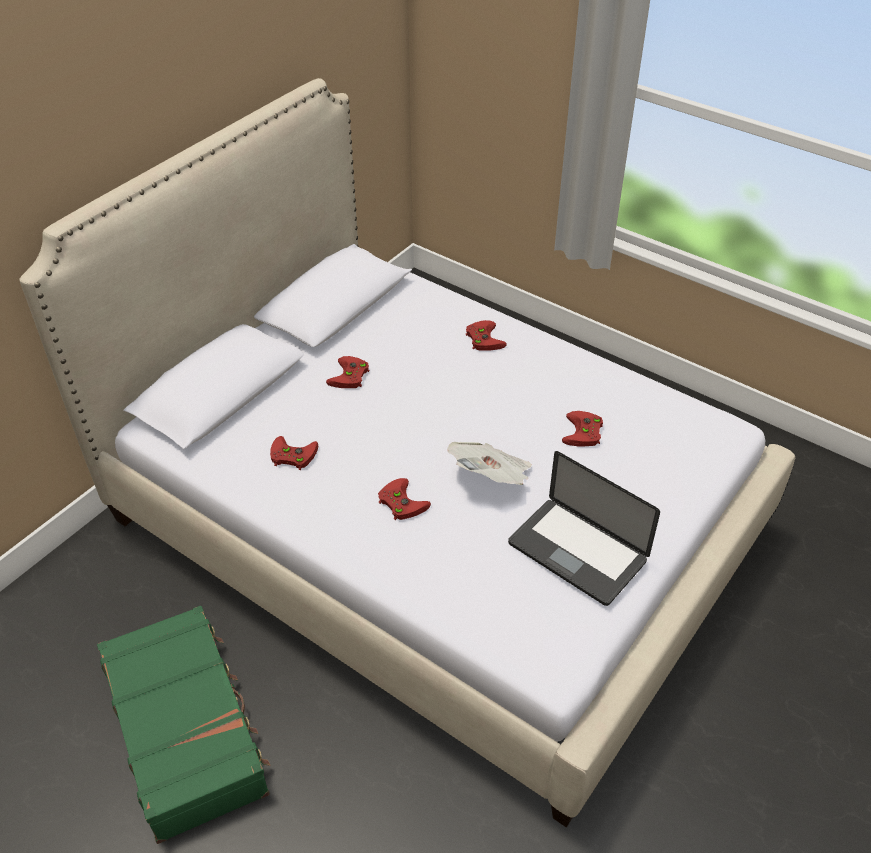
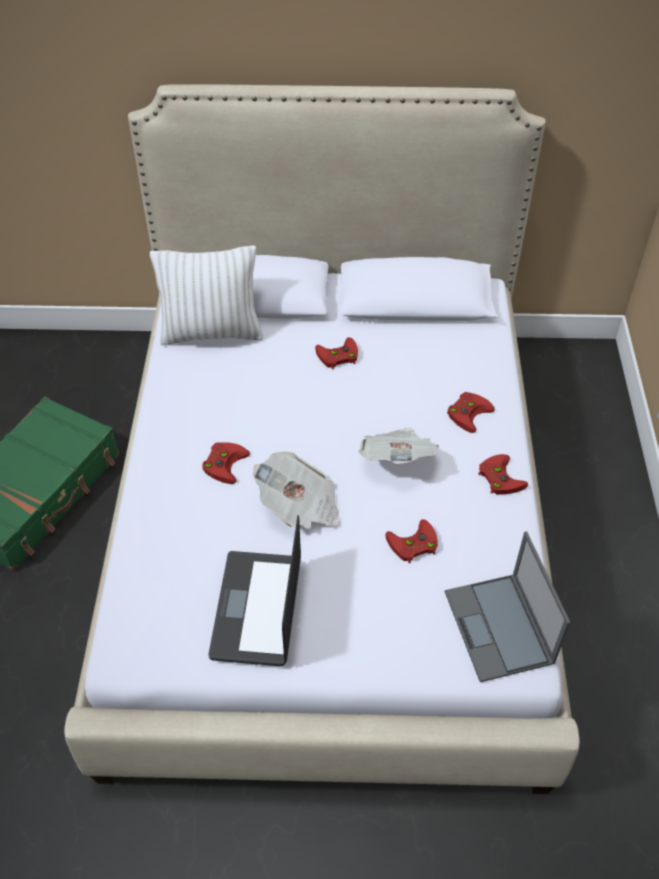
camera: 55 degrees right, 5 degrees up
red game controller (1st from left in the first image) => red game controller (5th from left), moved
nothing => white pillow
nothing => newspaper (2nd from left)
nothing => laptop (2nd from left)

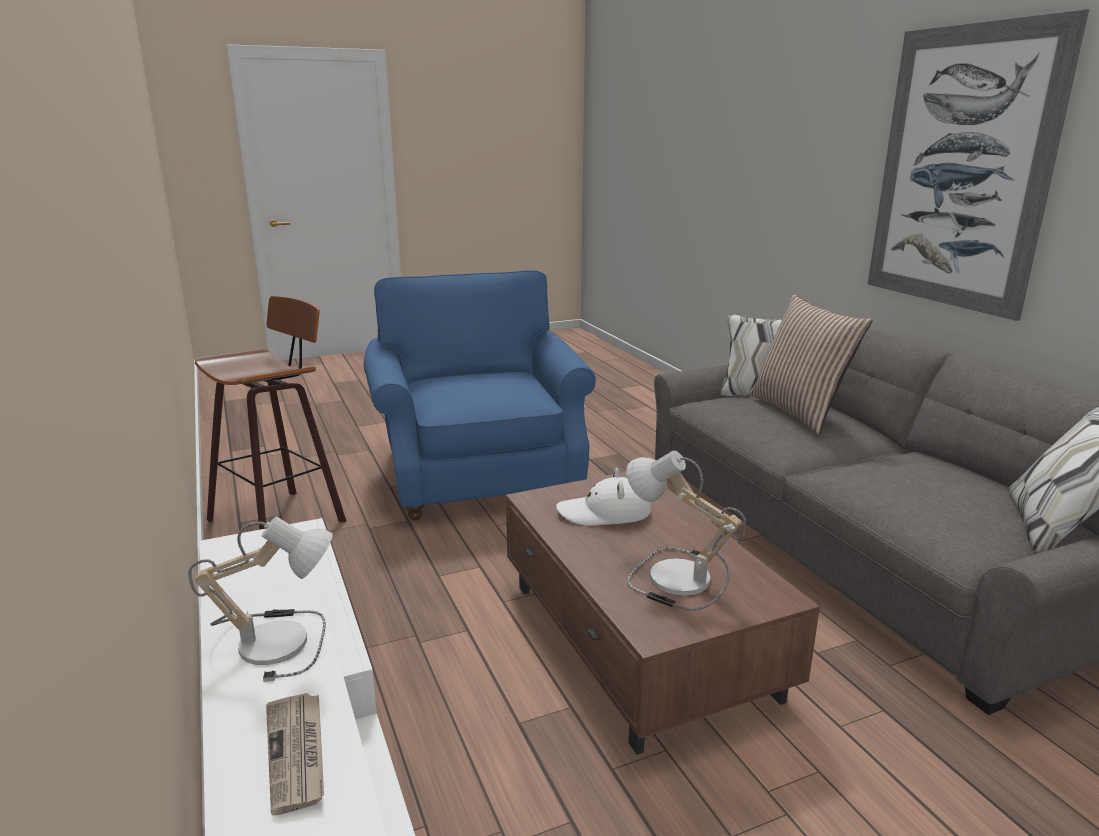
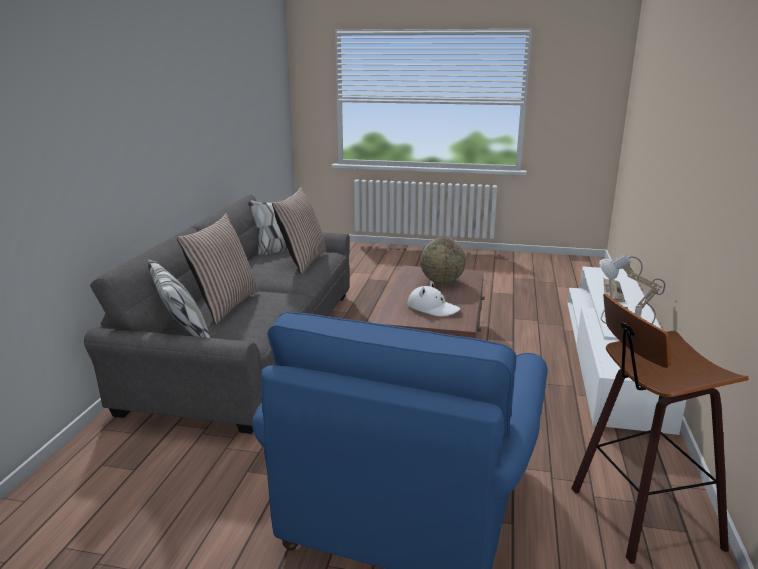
camera: 145 degrees left, 0 degrees up
picture => nothing
table lamp (2nd from left) => globe
nothing => pillow (2nd from left)

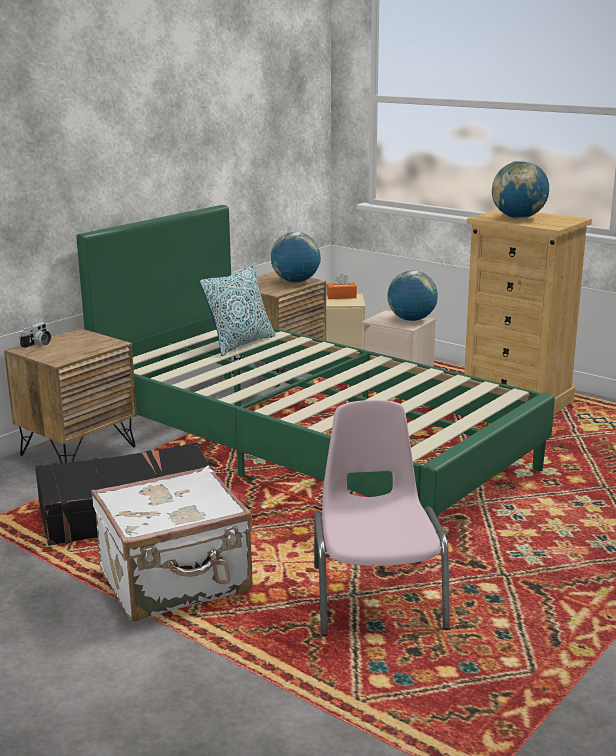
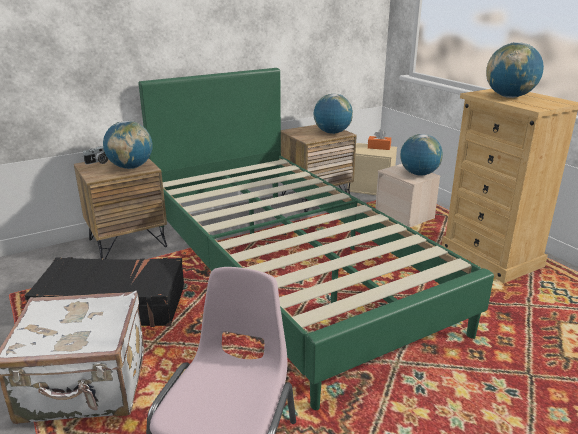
camera: 20 degrees right, 5 degrees up
pillow => nothing
nothing => globe (1st from left)

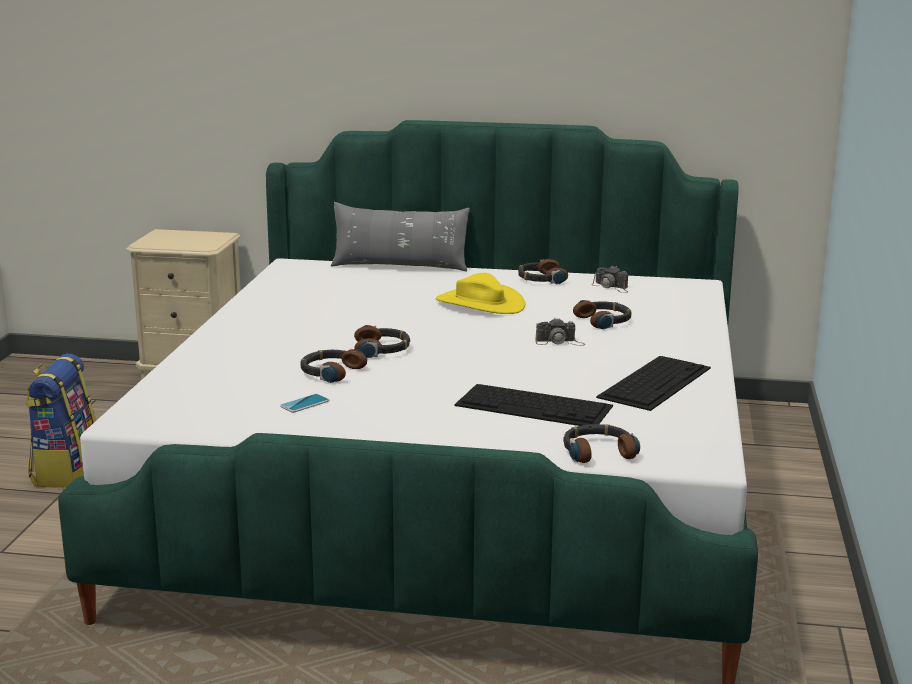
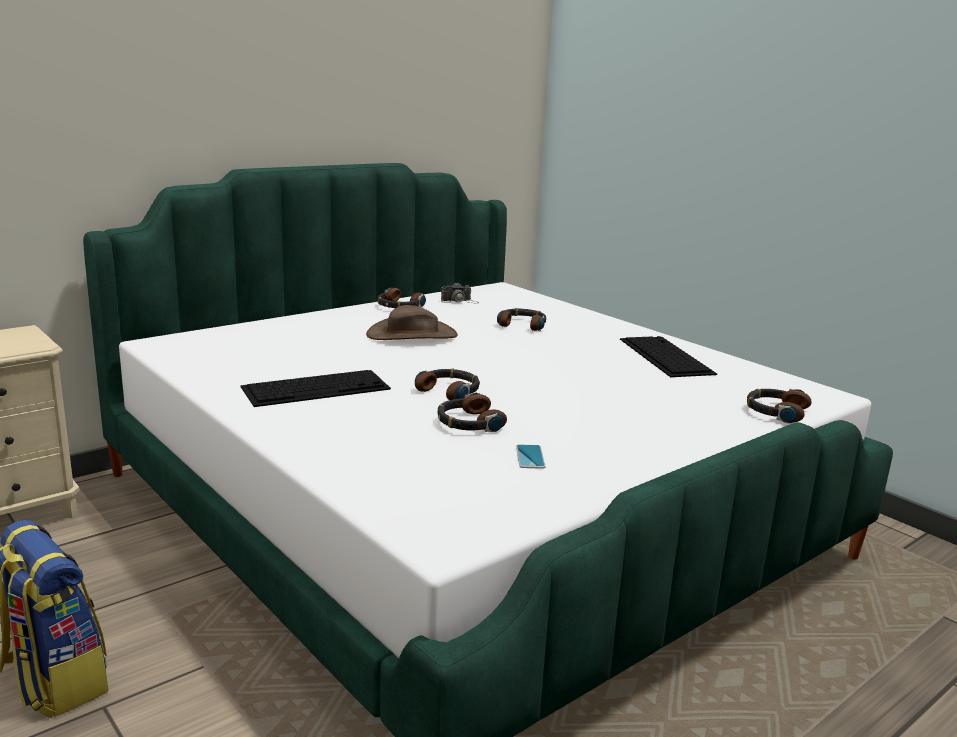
camera: 50 degrees left, 0 degrees up
grey pillow => nothing
yellow hat => brown hat
photo camera (1st from left) => nothing
keyboard (1st from left), moved

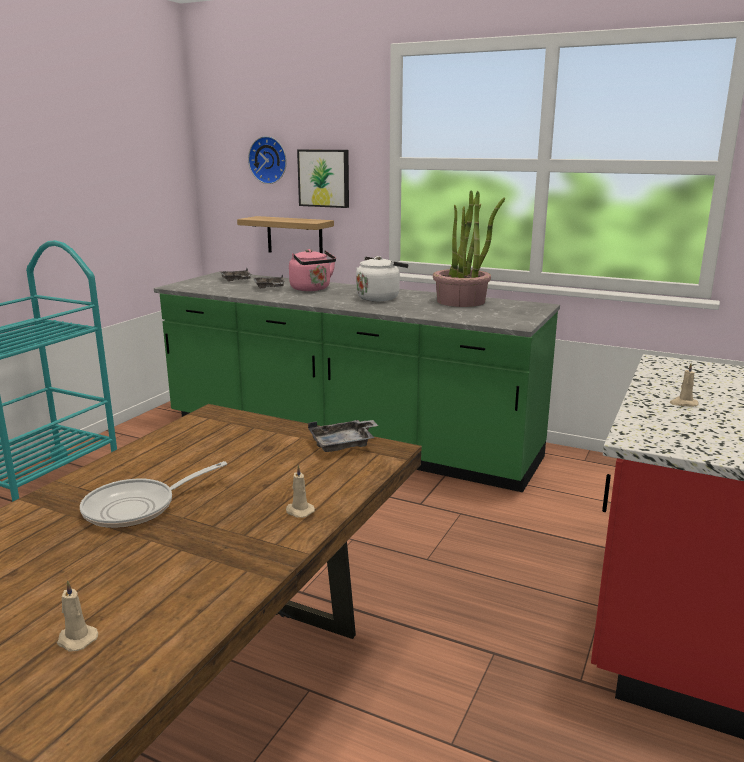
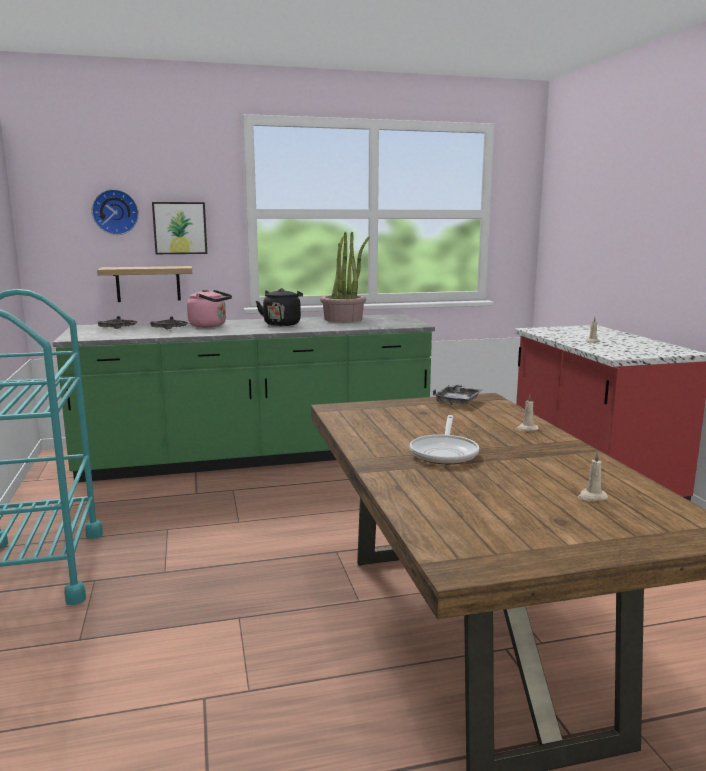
camera: 40 degrees left, 5 degrees down
white kettle => black kettle

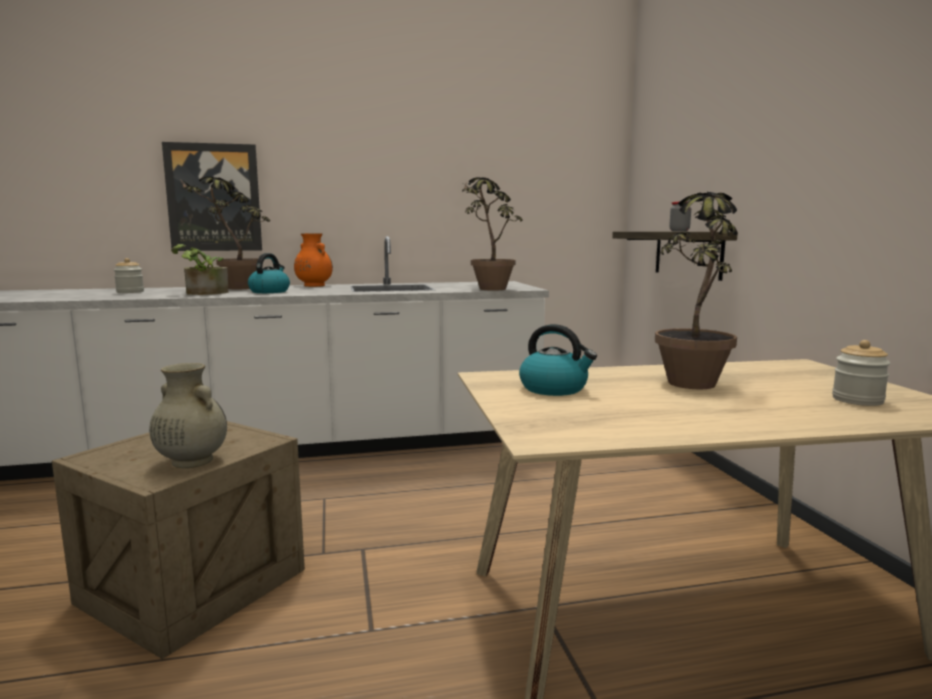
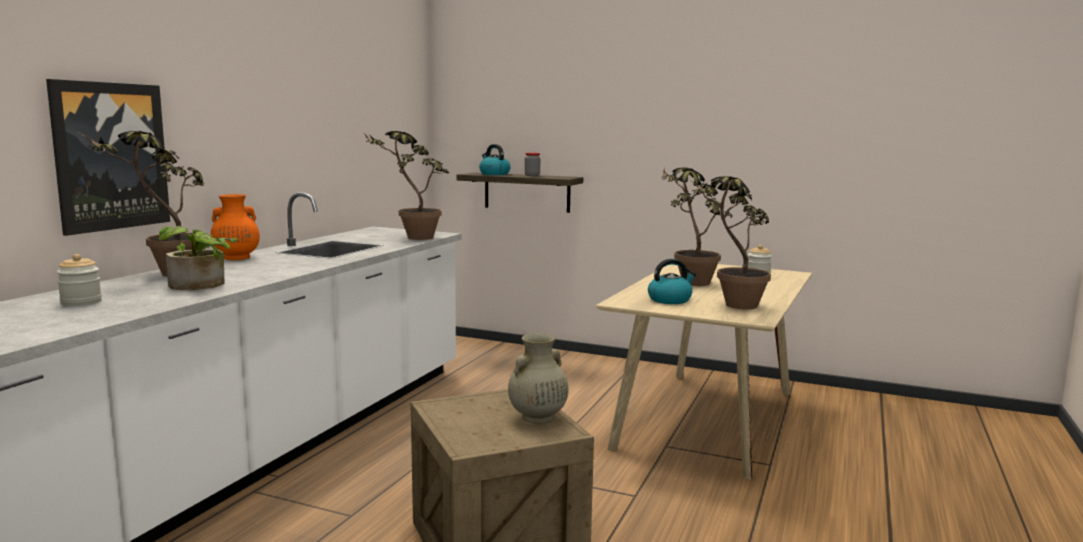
camera: 55 degrees left, 0 degrees up
kettle (1st from left), moved
nothing => potted plant (5th from left)

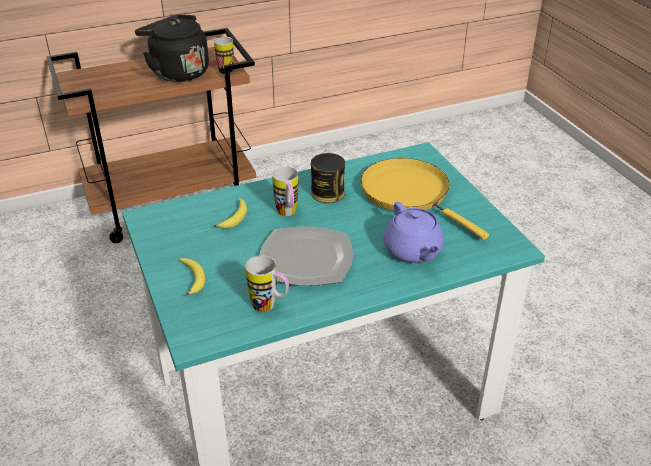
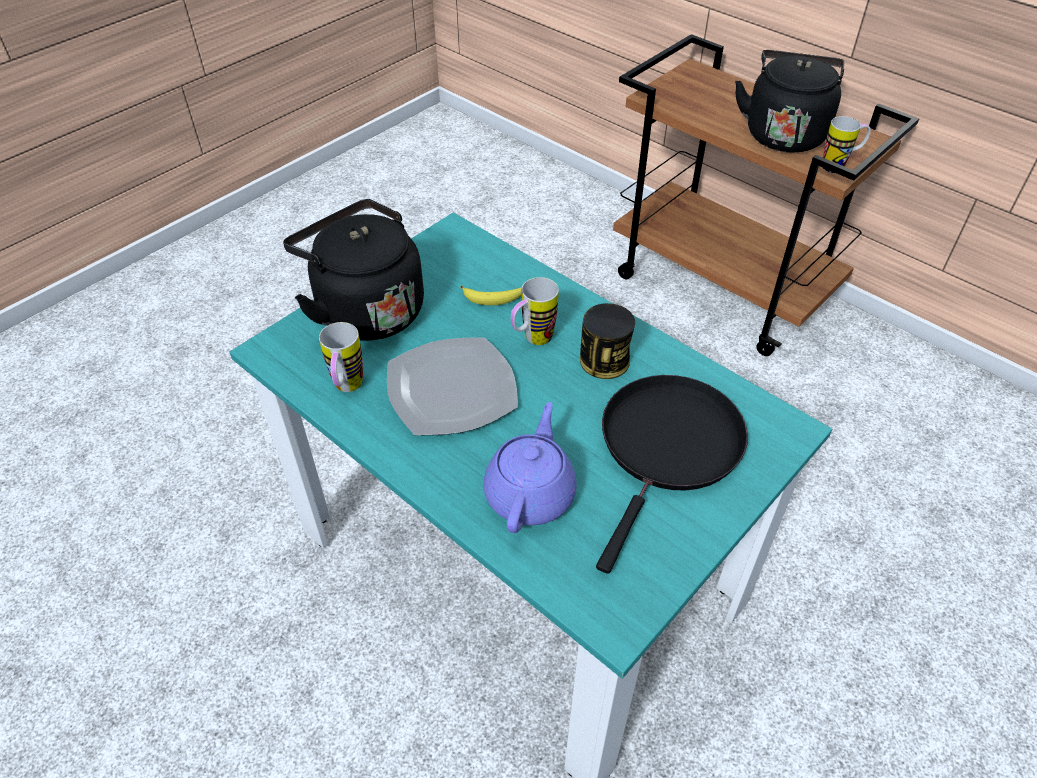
camera: 65 degrees right, 10 degrees up
yellow frying pan => black frying pan
purple teapot, 150 degrees clockwise
banana (1st from left) => black kettle (1st from left)

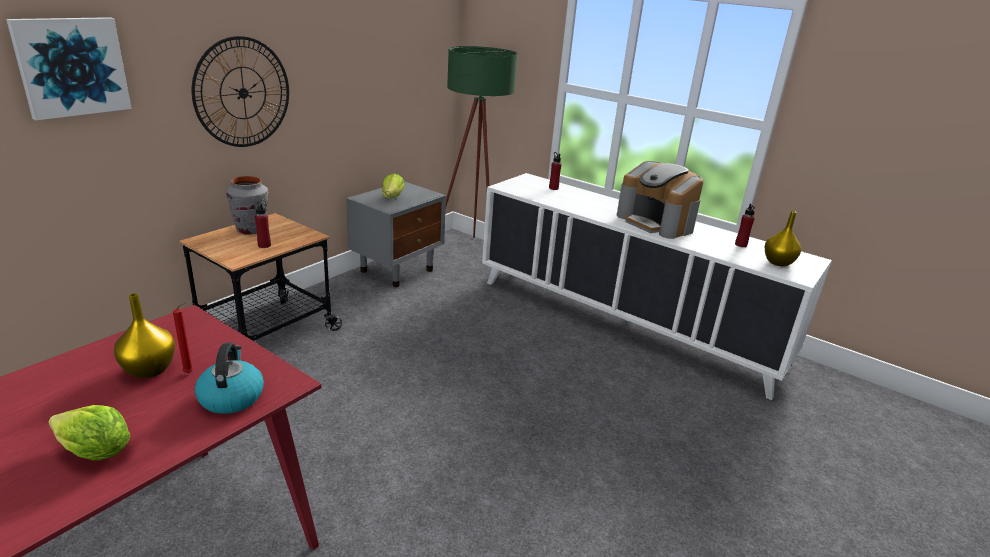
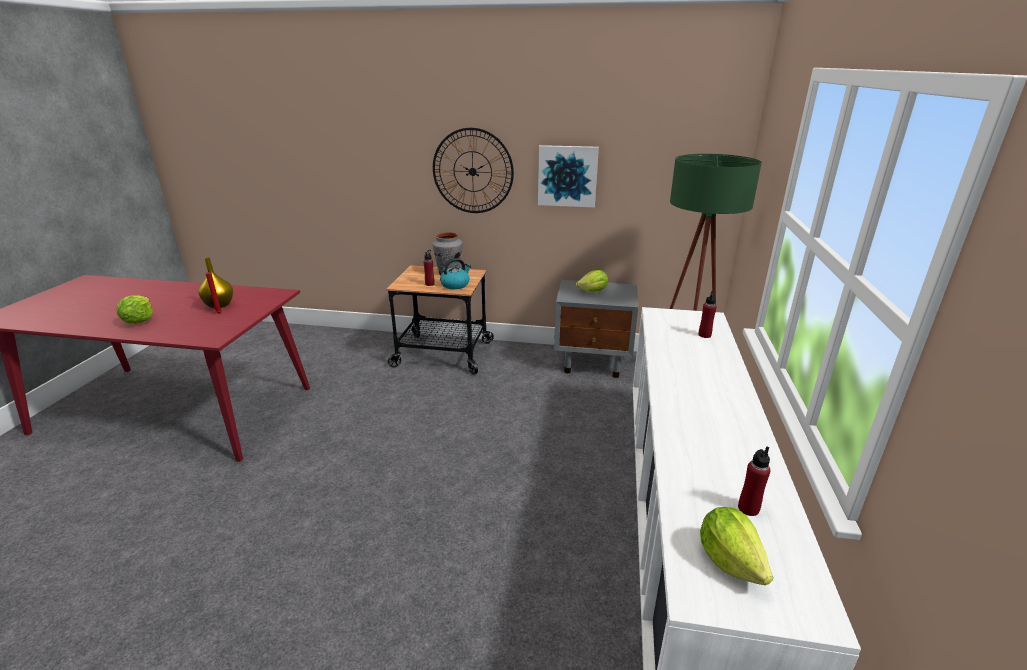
camera: 65 degrees right, 0 degrees up
picture, moved
coffee machine => nothing
yellow vase (2nd from left) => lettuce (3rd from left)
kettle, moved

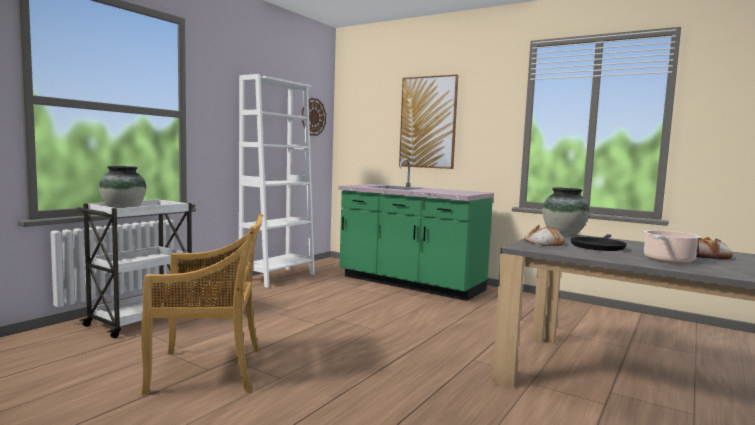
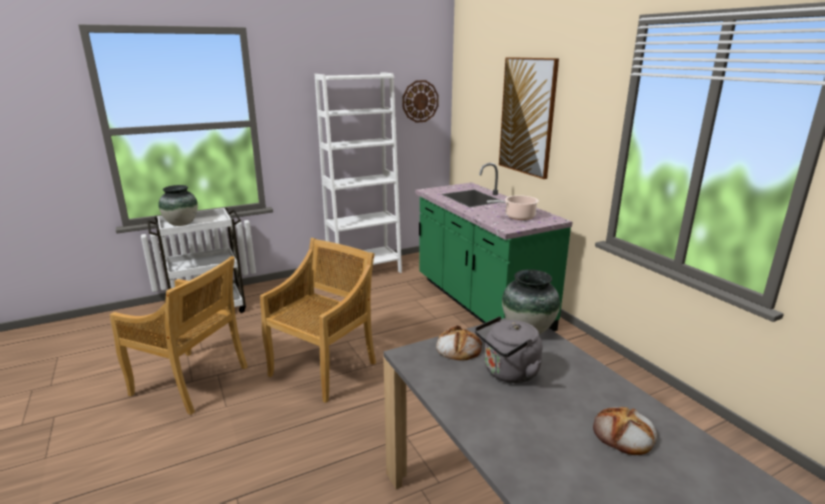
camera: 30 degrees right, 15 degrees up
cooking pot, moved
black frying pan => grey kettle
nothing => beige chair (2nd from left)

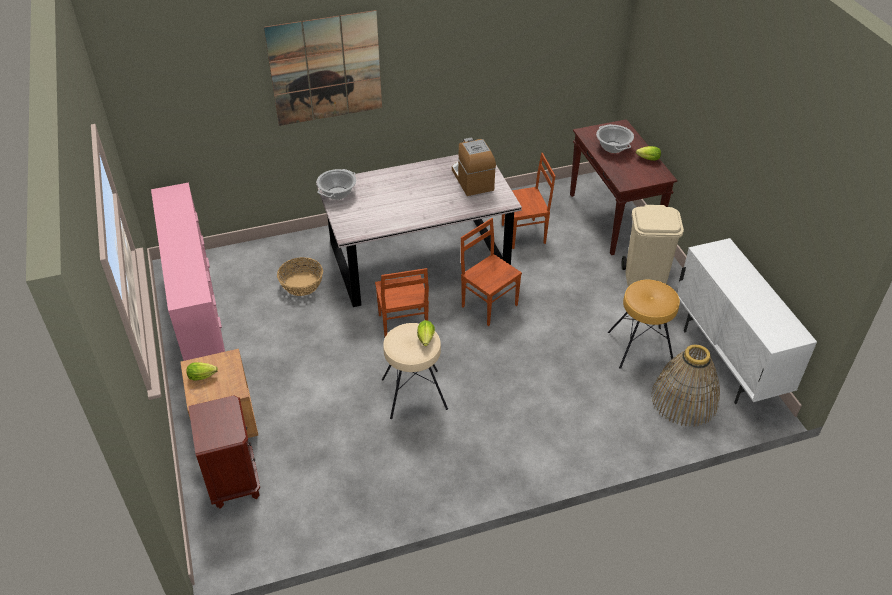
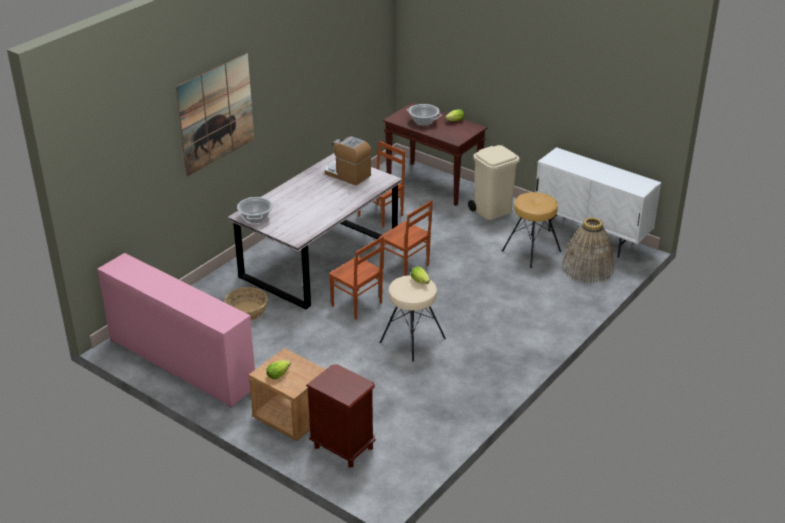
camera: 35 degrees left, 10 degrees down
brown chair (2nd from left in the first image) => brown chair (3rd from left), 150 degrees counterclockwise

